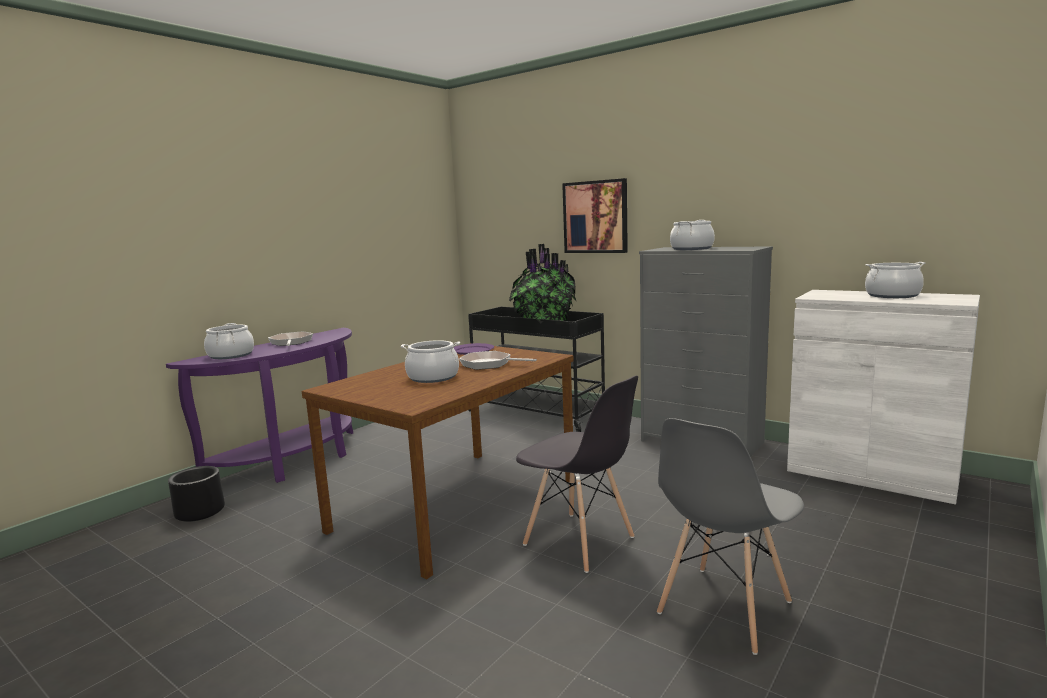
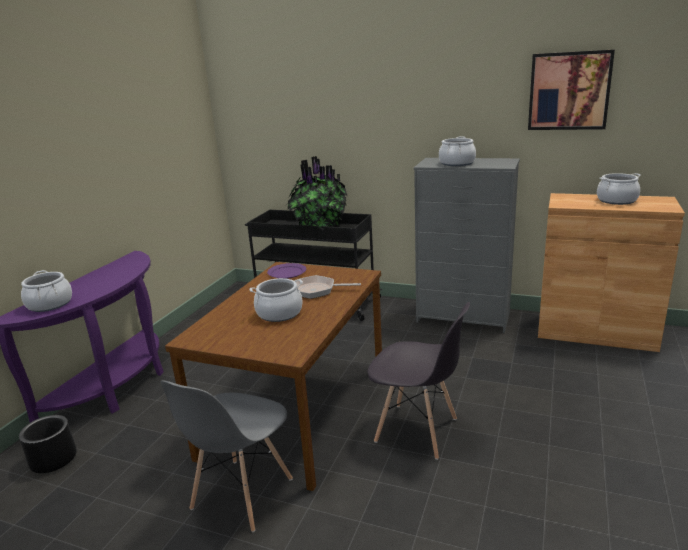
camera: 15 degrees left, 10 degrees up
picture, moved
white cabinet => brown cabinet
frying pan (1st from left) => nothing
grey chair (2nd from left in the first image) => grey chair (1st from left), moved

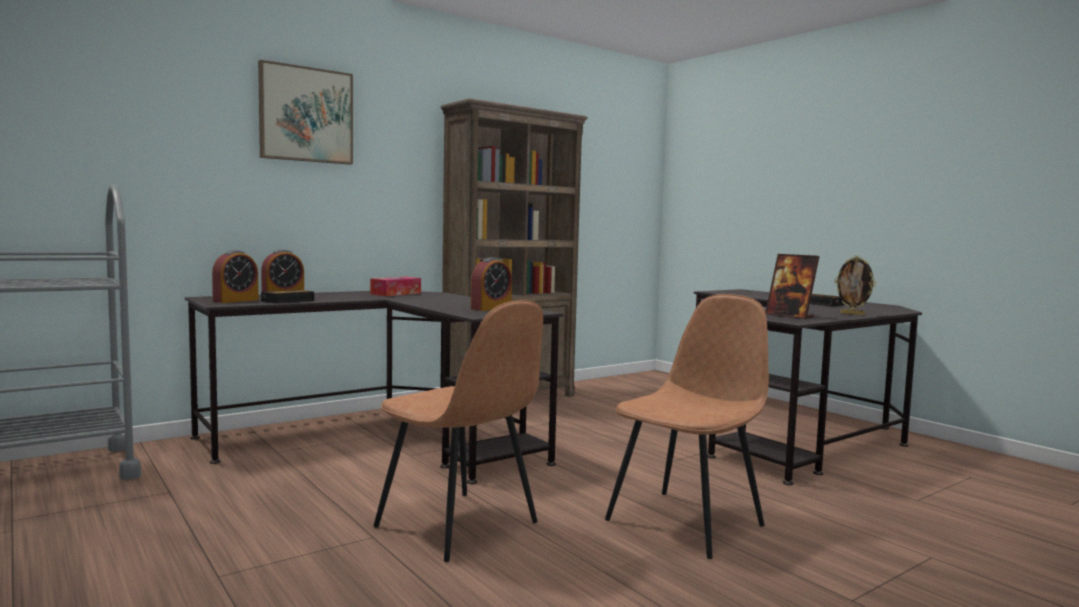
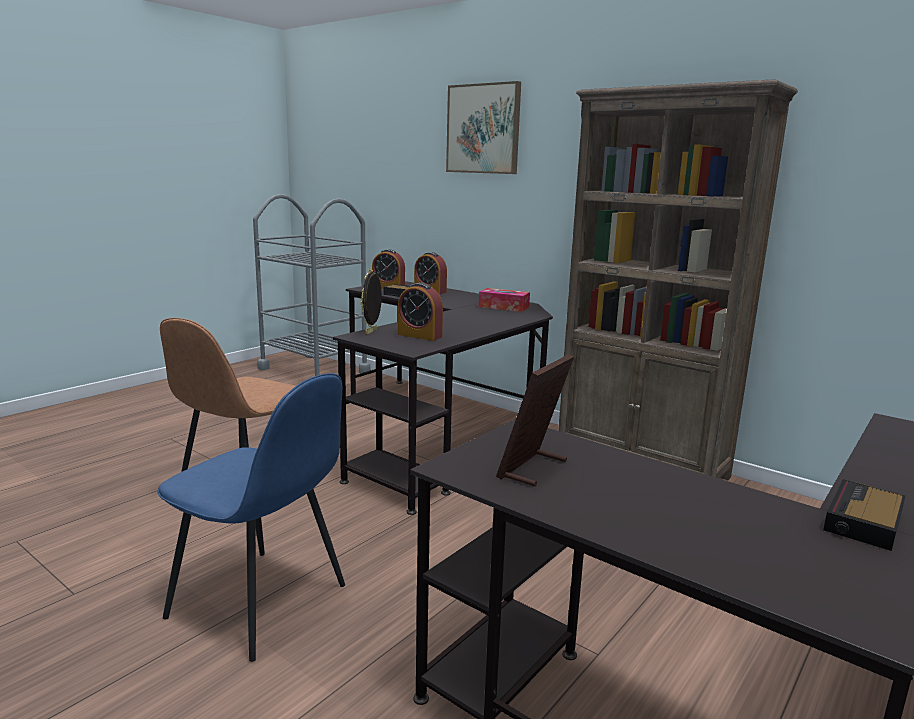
camera: 75 degrees right, 10 degrees up
picture frame (2nd from left in the first image) => picture frame (1st from left), moved
brown chair (2nd from left) => blue chair

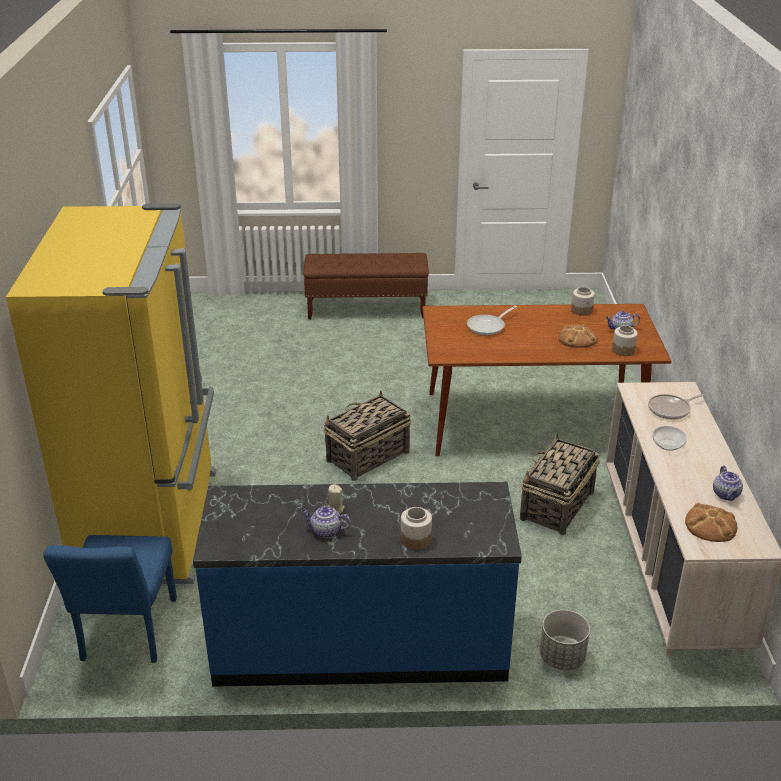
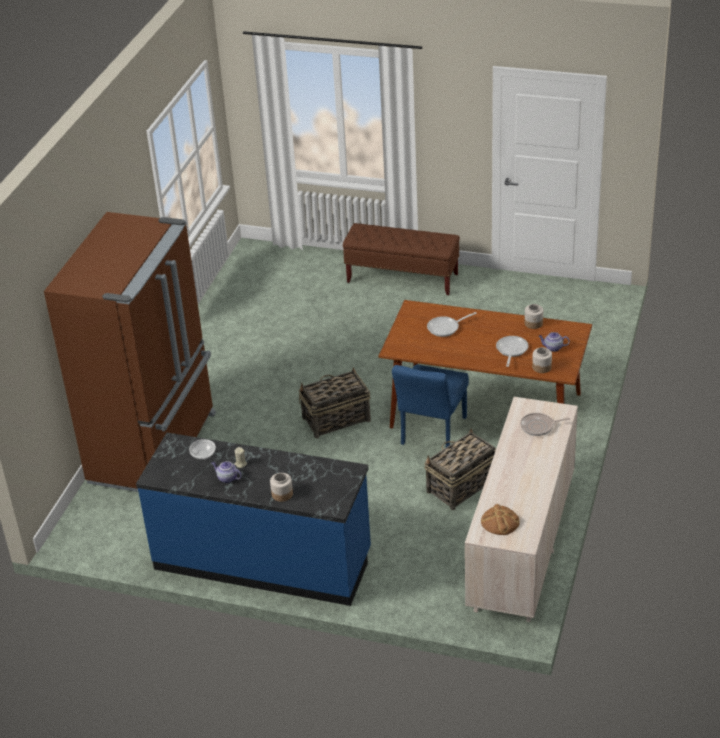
camera: 20 degrees right, 5 degrees up
yellow fridge => brown fridge
bread (1st from left) => frying pan (2nd from left)
bowl, moved
teapot (3rd from left) => nothing
blue chair, moved
grey planter => nothing

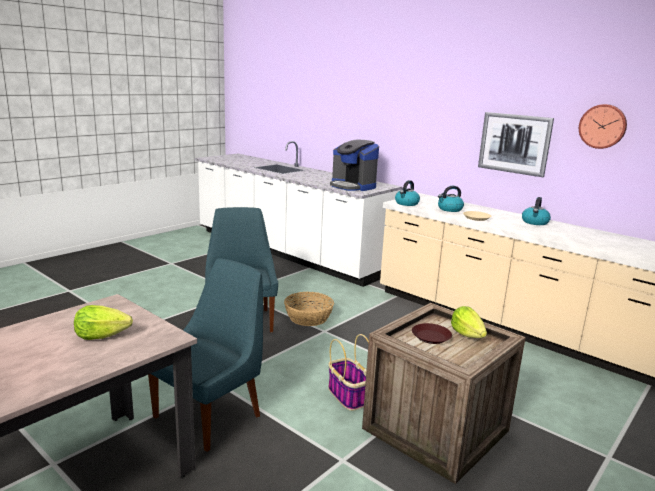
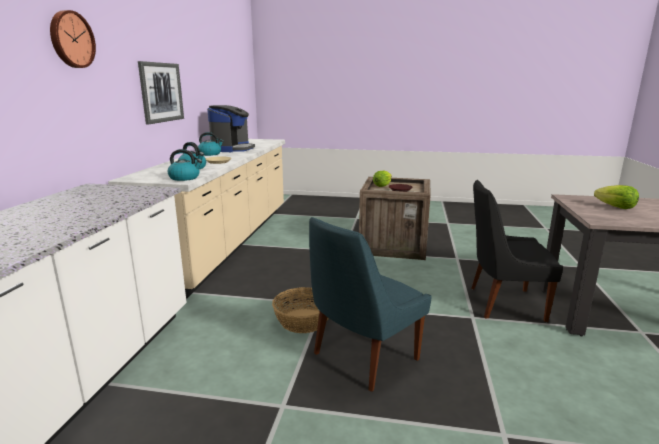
camera: 120 degrees left, 0 degrees up
wall clock, moved
coffee machine, moved
blue chair (1st from left) => black chair
basket (2nd from left) => nothing

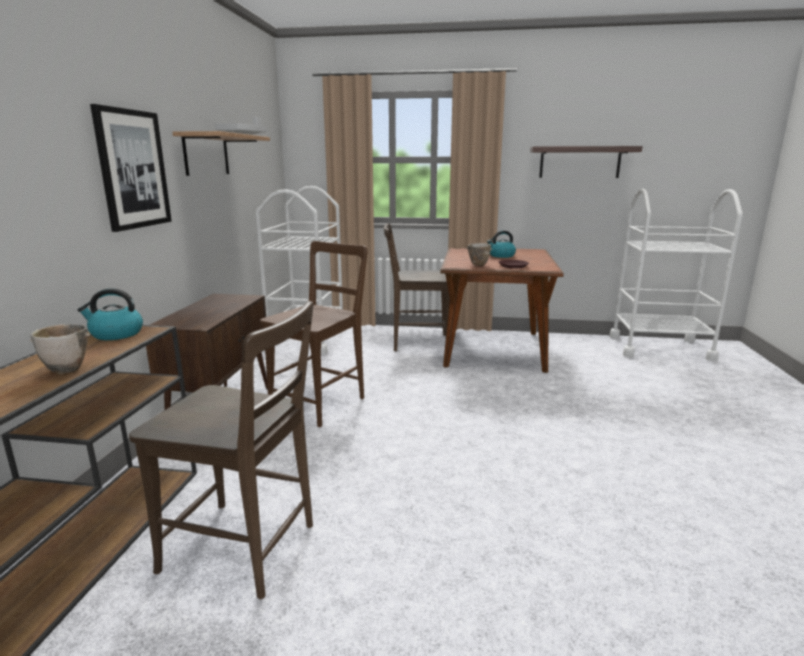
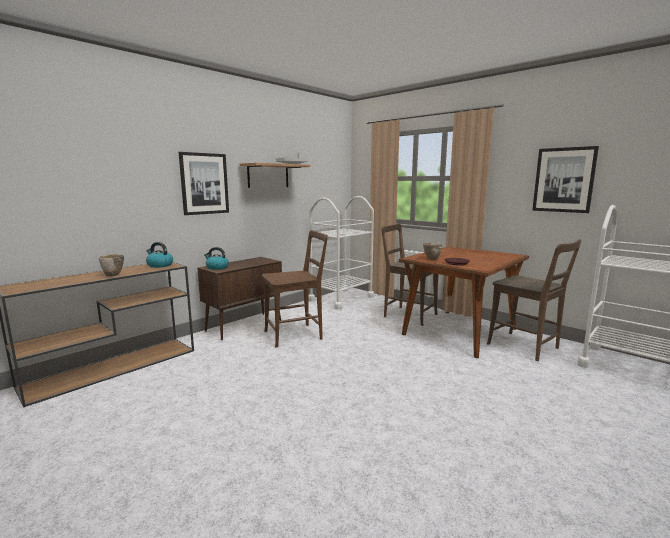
camera: 35 degrees right, 5 degrees down
shelf (2nd from left) => picture (2nd from left)
kettle (2nd from left), moved
brown chair (1st from left in the first image) => brown chair (3rd from left), moved

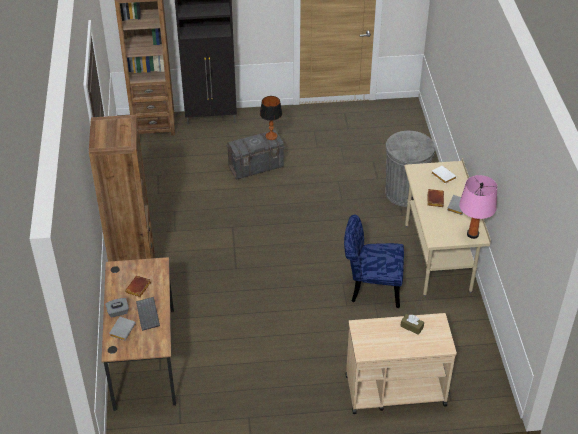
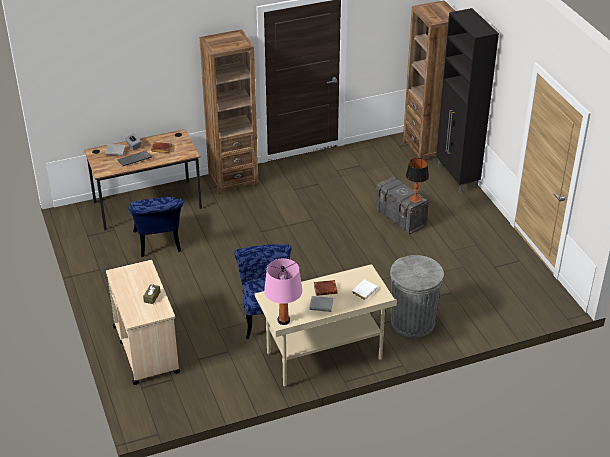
camera: 75 degrees right, 5 degrees down
nothing => blue chair (1st from left)

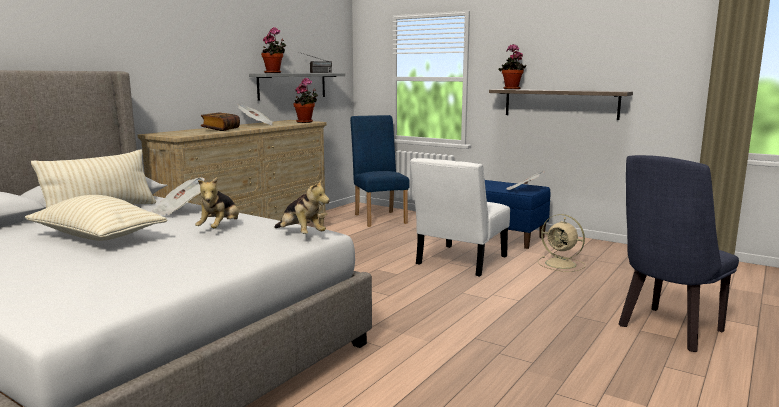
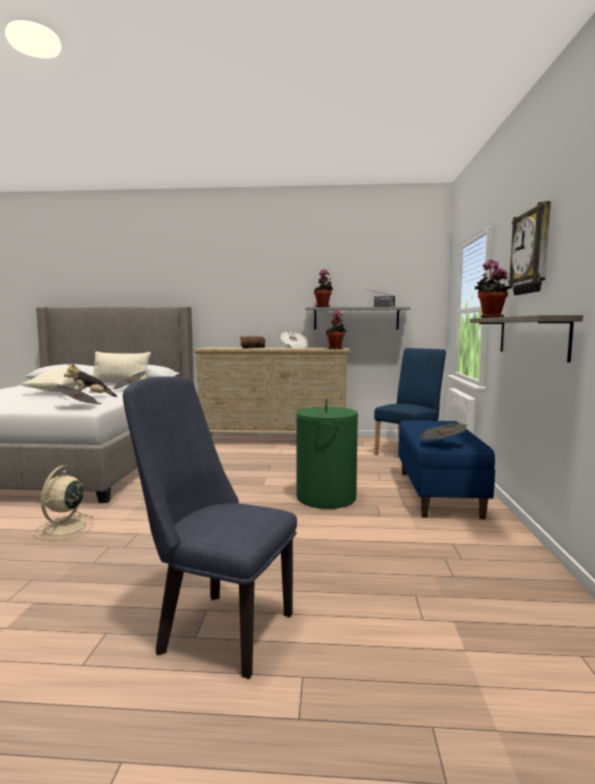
camera: 60 degrees right, 5 degrees down
white chair => green laundry basket
plush toy (2nd from left) => newspaper (1st from left)
beige fan, moved
nothing => wall clock

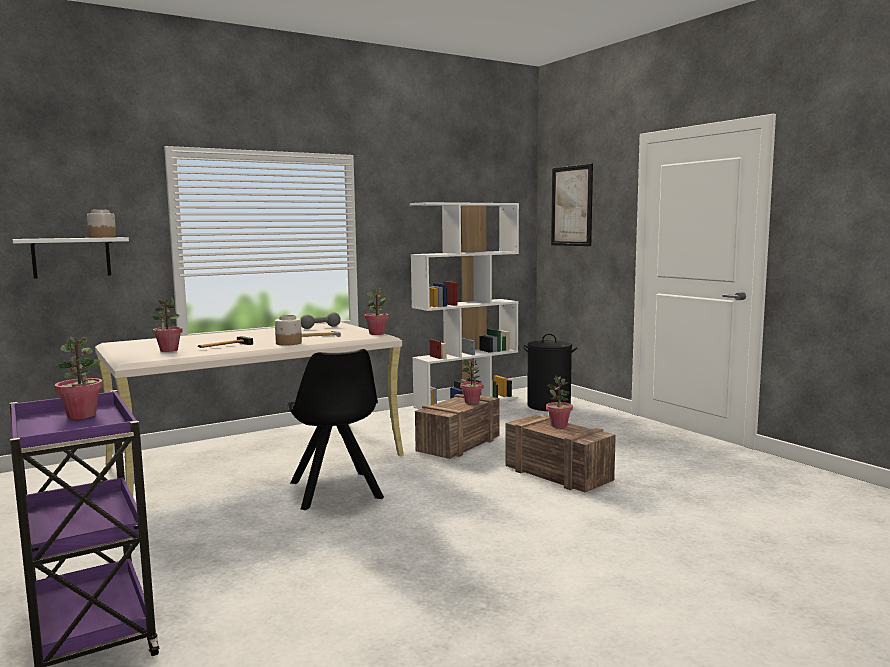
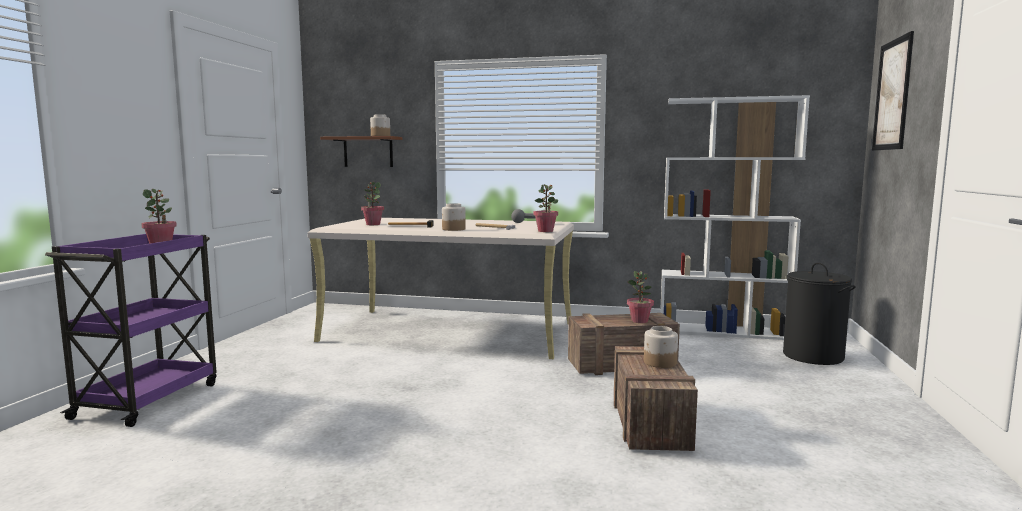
camera: 45 degrees right, 0 degrees up
white shelf => brown shelf
black chair => nothing
potted plant (5th from left) => jar (3rd from left)

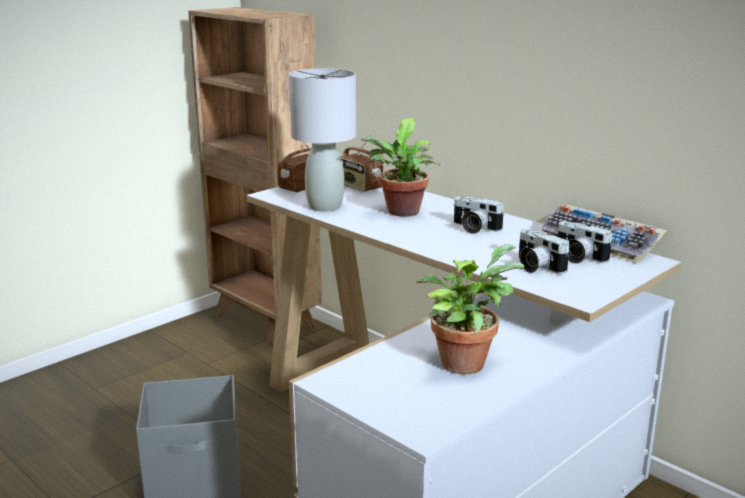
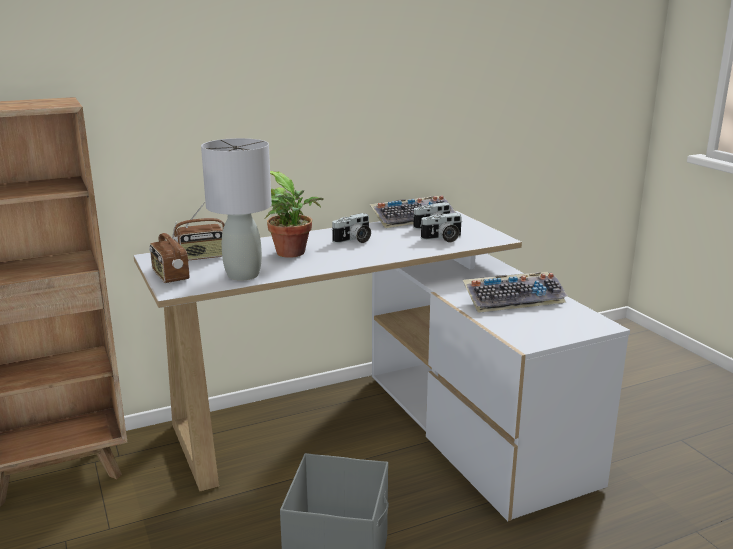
camera: 70 degrees left, 0 degrees up
potted plant (2nd from left) => keyboard (2nd from left)

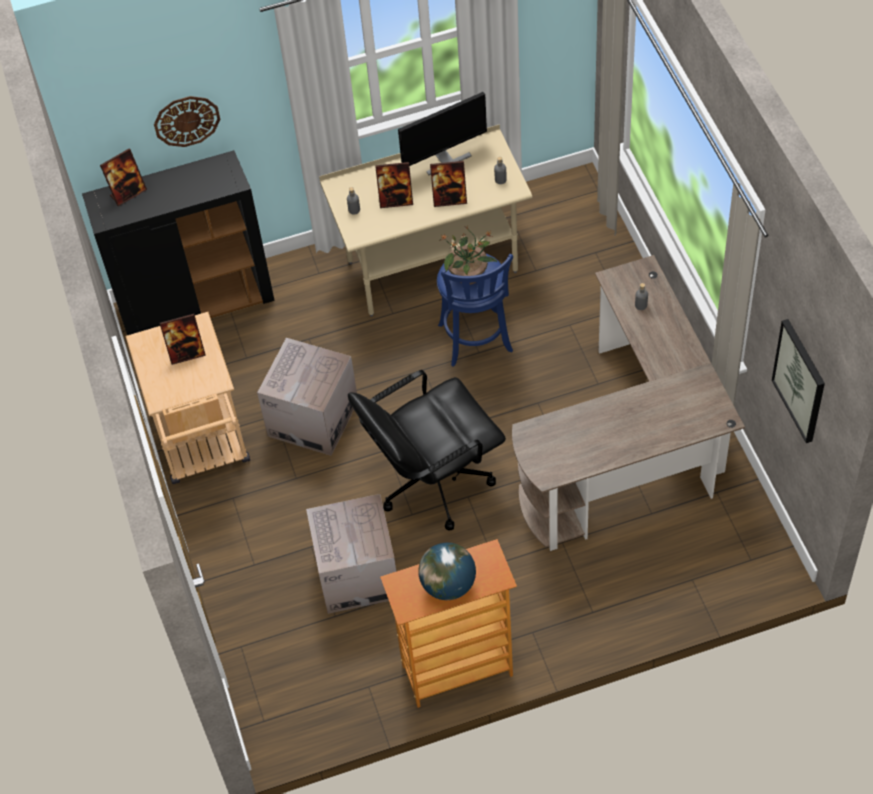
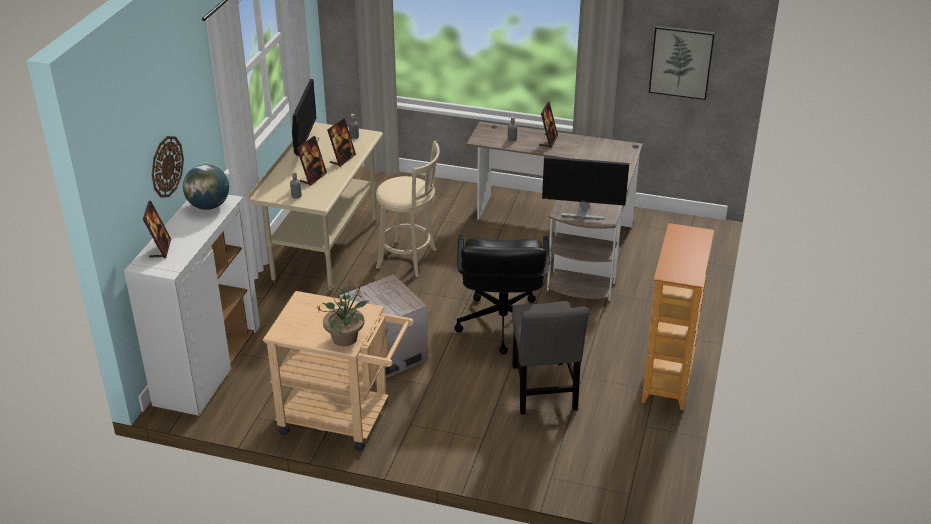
camera: 60 degrees left, 20 degrees down
black cabinet => white cabinet
potted plant, moved
blue stool => beige stool
picture frame (2nd from left in the first image) => picture frame (4th from left), moved
cardboard box (2nd from left) => grey chair
globe, moved
nothing => monitor (2nd from left)

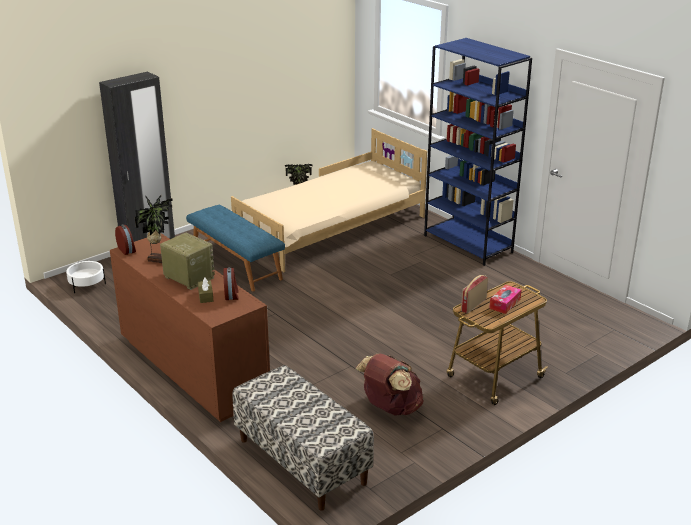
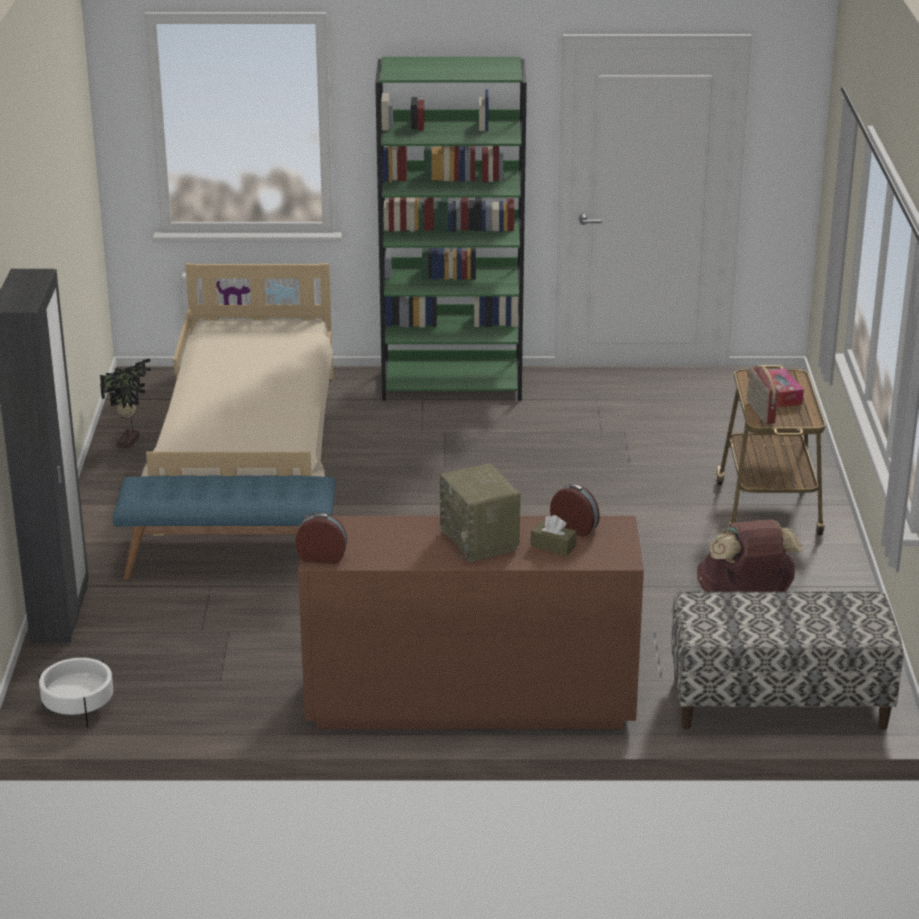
camera: 50 degrees left, 0 degrees up
blue bookcase => green bookcase
potted plant (1st from left) => nothing
radio (1st from left), 105 degrees counterclockwise

